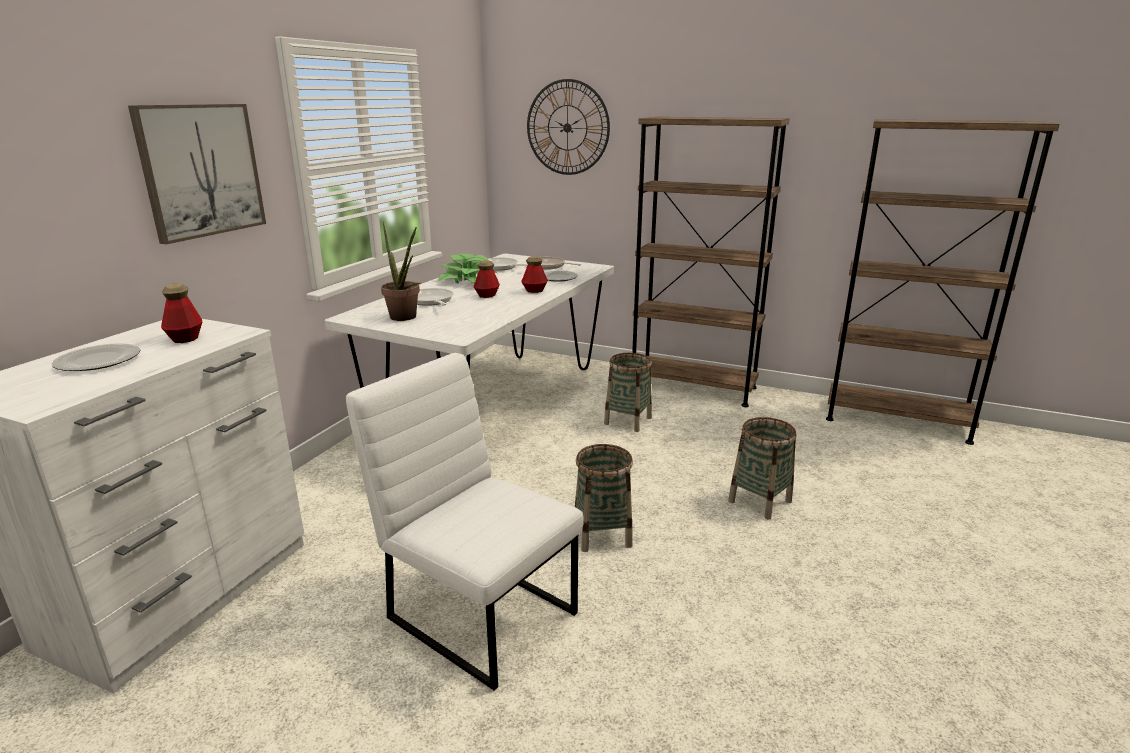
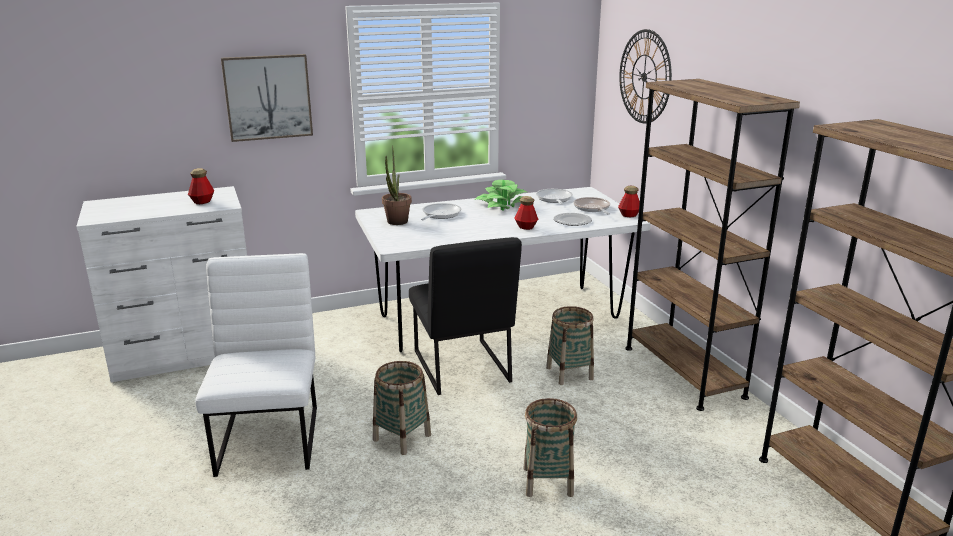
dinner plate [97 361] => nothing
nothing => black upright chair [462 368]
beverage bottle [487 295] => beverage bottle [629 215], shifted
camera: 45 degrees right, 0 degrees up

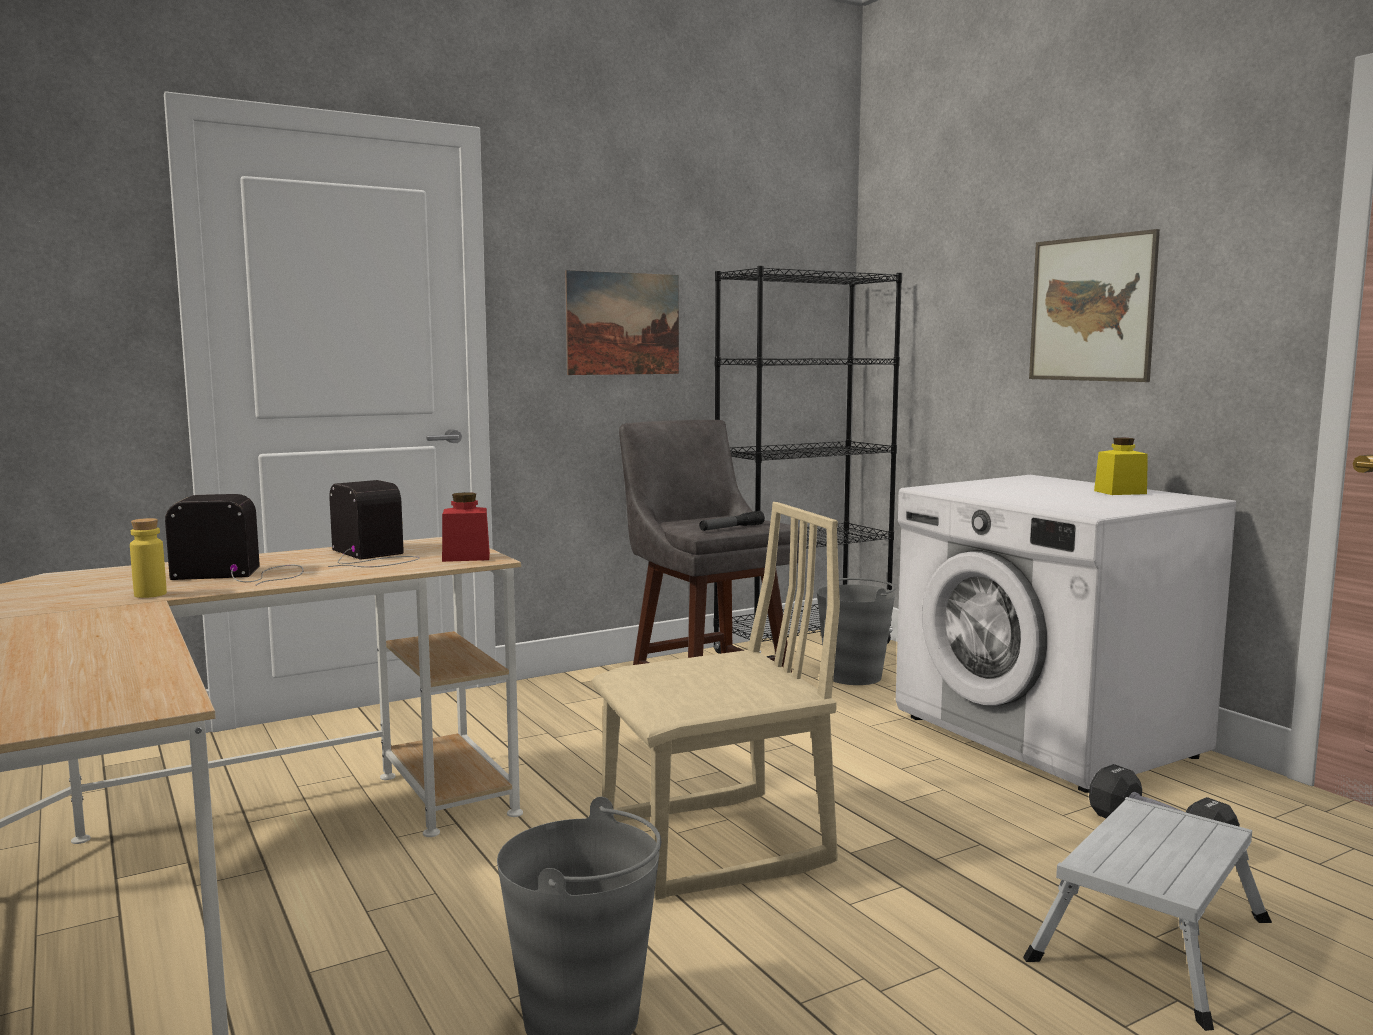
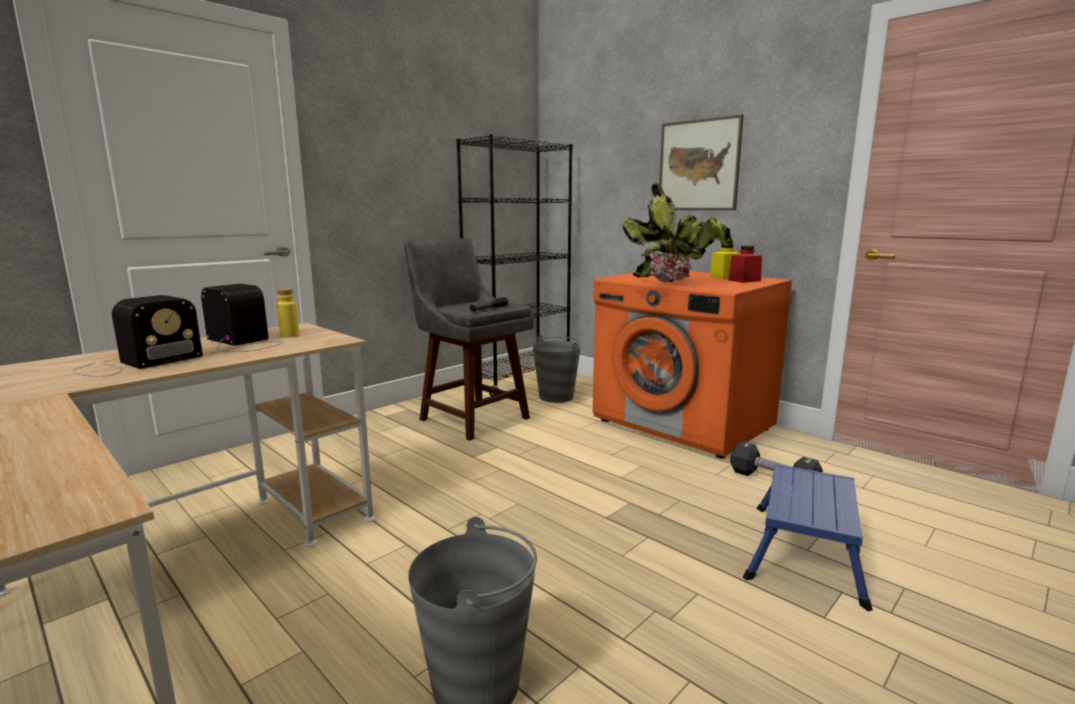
wall art [623 324] => nothing
beige upright chair [715 845] => nothing
nothing => potted plant [675 282]
yellow-coloured beverage bottle [150 594] => yellow-coloured beverage bottle [289 335], shifted
reddish storage jar [466 557] => reddish storage jar [744 280], shifted
white-coloured laundry machine [1045 738] => orange-coloured laundry machine [682 426]
white-coloured stepladder [1151 939] => blue-coloured stepladder [806 551]
radio [243 573] => radio [135 363], 150 degrees clockwise
camera: 15 degrees left, 5 degrees up

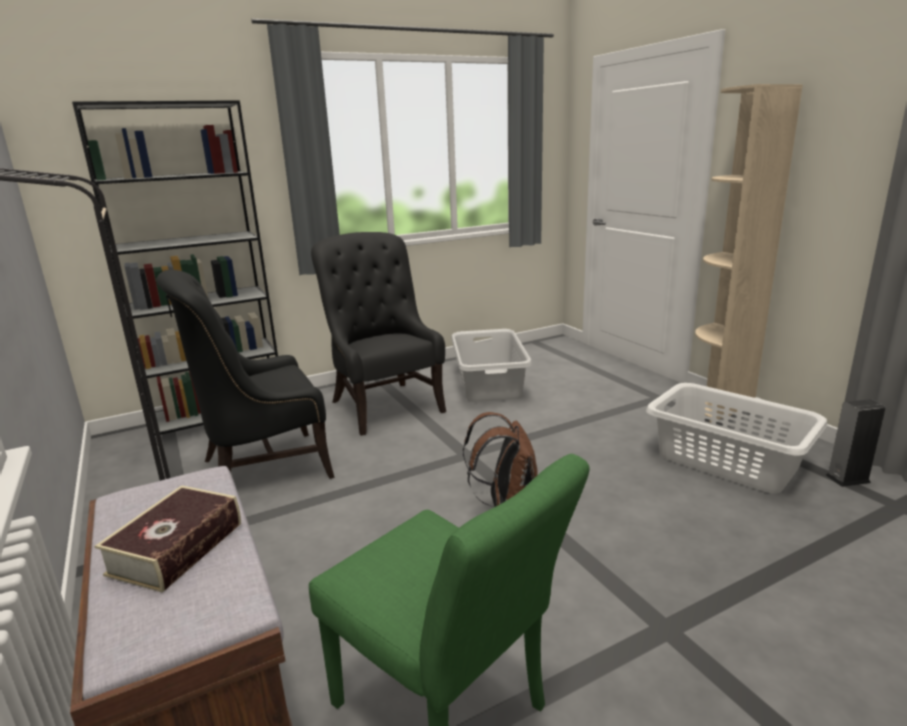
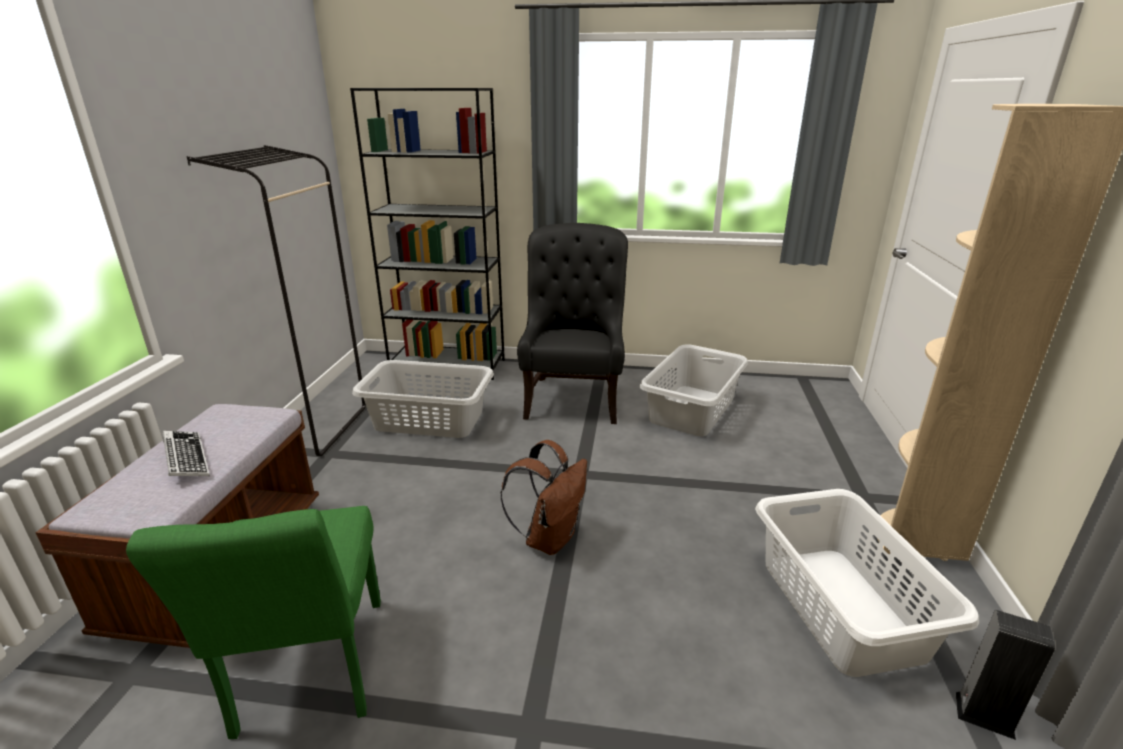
volume [177 548] => keyboard [186 459]
black upright chair [264 468] => greyish laundry basket [429 419]
camera: 35 degrees right, 5 degrees up

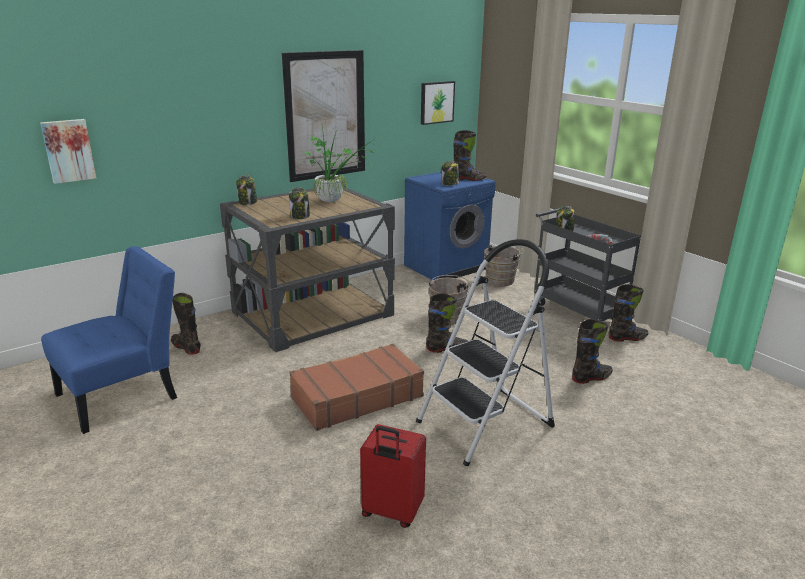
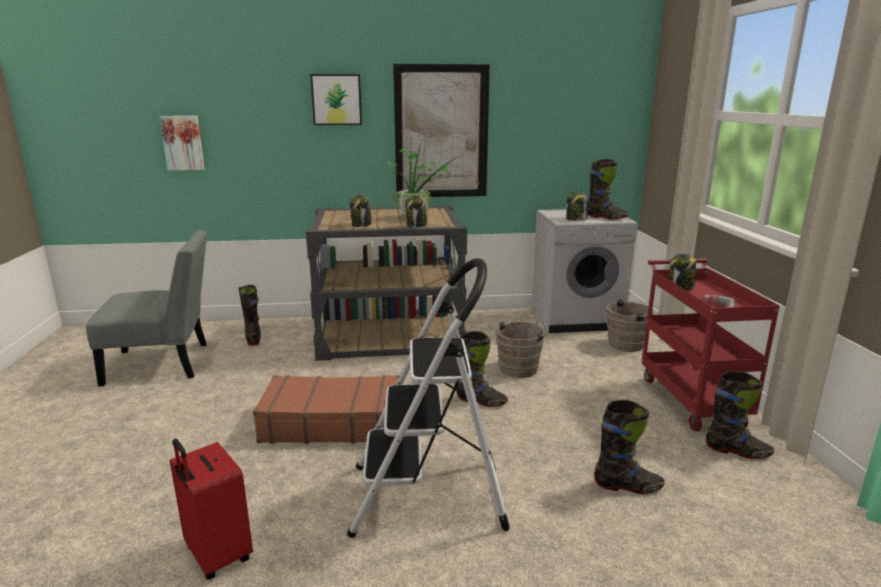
storage jar [248 202] => storage jar [416 225], shifted
wall art [436 102] => wall art [336 99], shifted
blue-coloured upright chair [124 394] => greyish upright chair [164 364]
blue-coloured laundry machine [447 267] => white-coloured laundry machine [576 320]
greyish trolley [575 313] => reddish trolley [689 401]
camera: 30 degrees right, 5 degrees down

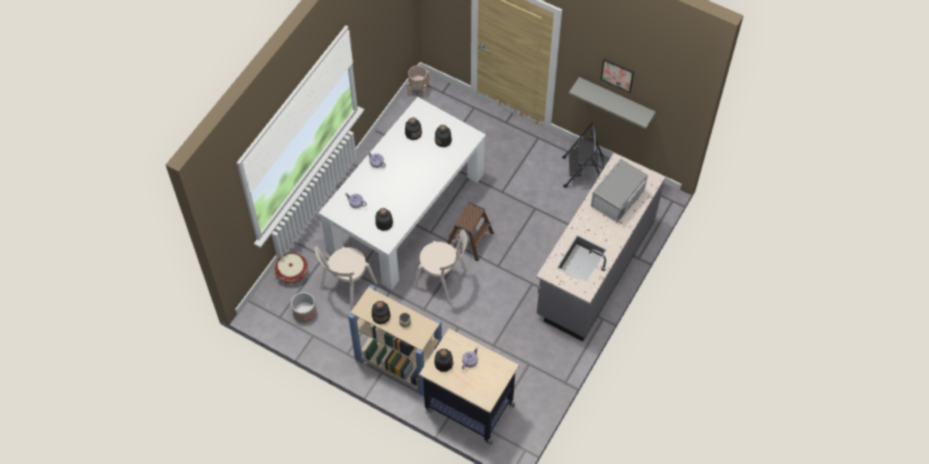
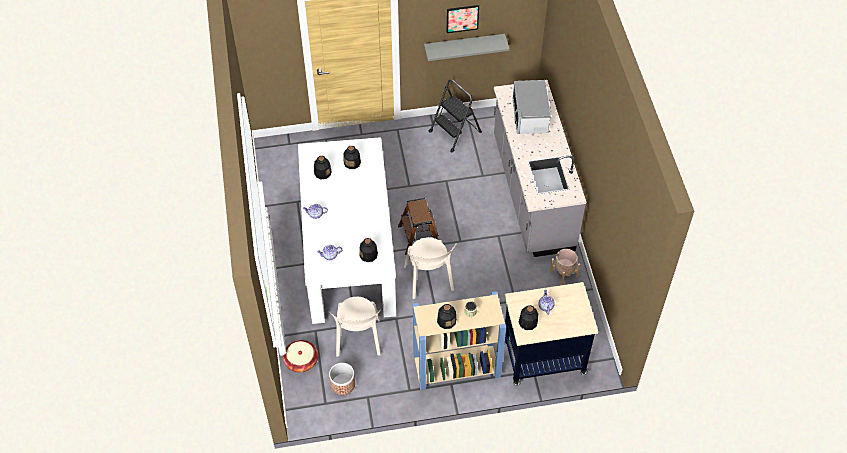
beige plant pot [418 89] => beige plant pot [563 274], shifted
beige upright chair [443 280] => beige upright chair [429 280], 90 degrees clockwise
camera: 40 degrees left, 5 degrees down

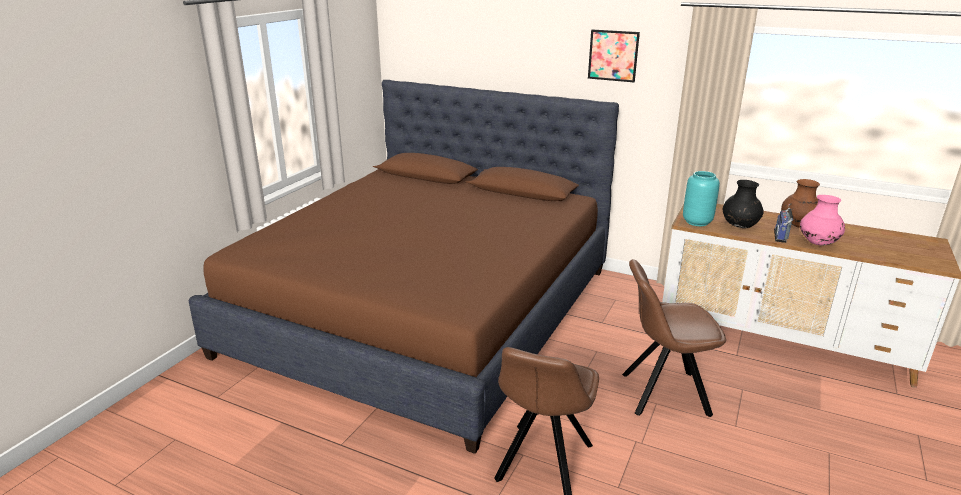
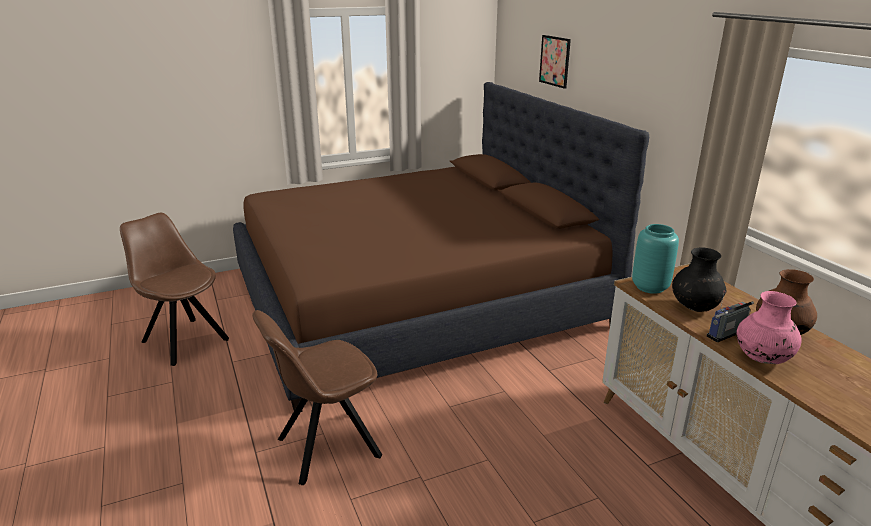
wall art [613 55] => wall art [555 61], shifted
brownish upright chair [664 393] => brownish upright chair [184 340], shifted
camera: 40 degrees right, 0 degrees up

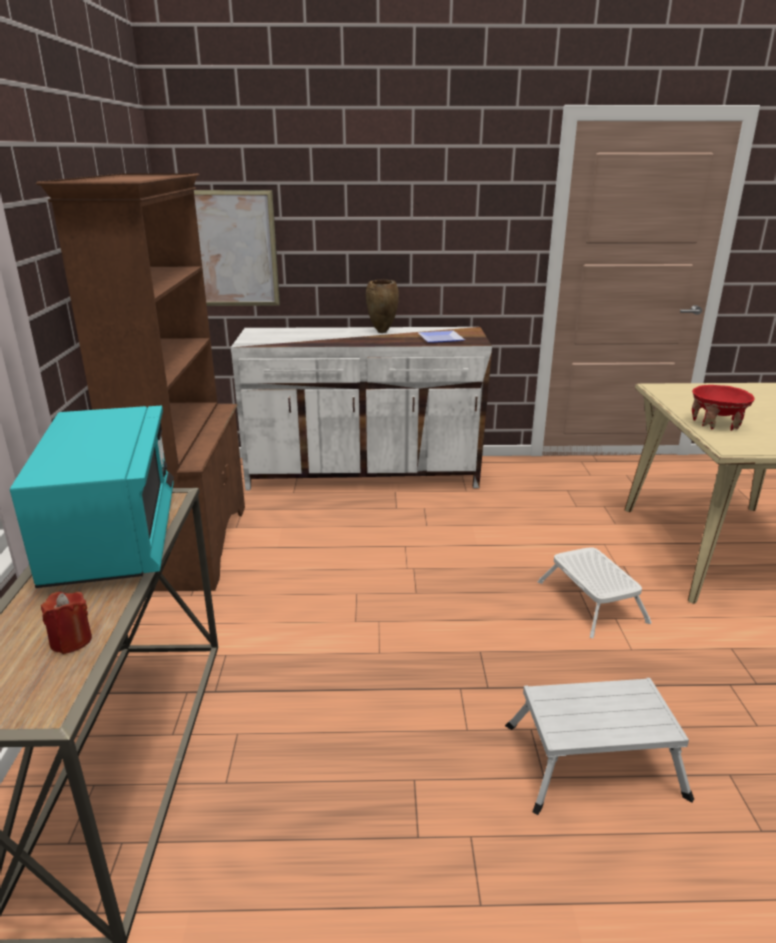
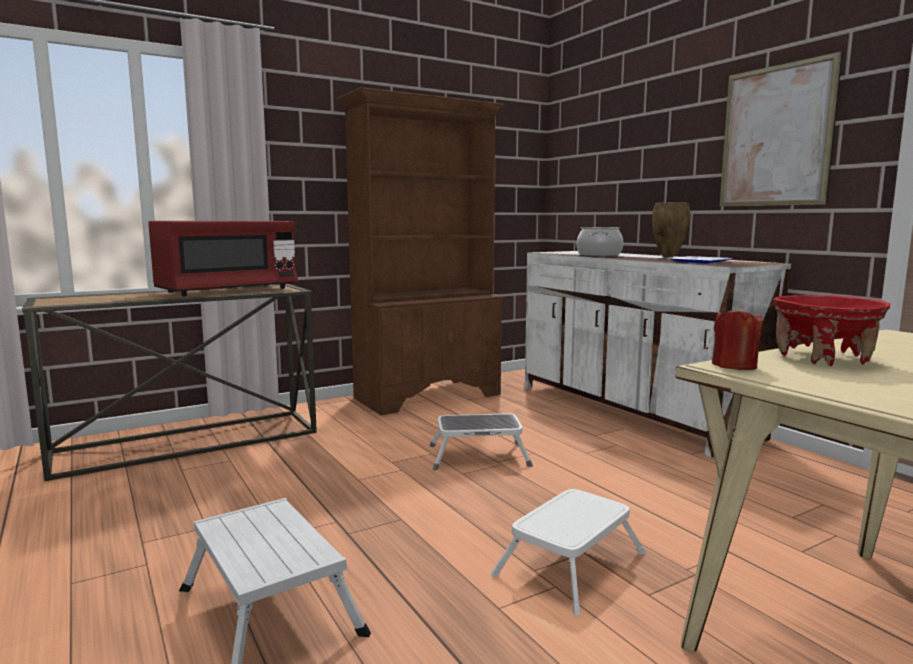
nothing => greyish stepladder [479 456]
nothing => stockpot [598 255]
reddish wax light [71 641] => reddish wax light [734 365], shifted
wall art [229 249] => wall art [775 136], shifted
blue-green microwave oven [114 538] => reddish microwave oven [227 291]
camera: 60 degrees right, 15 degrees down

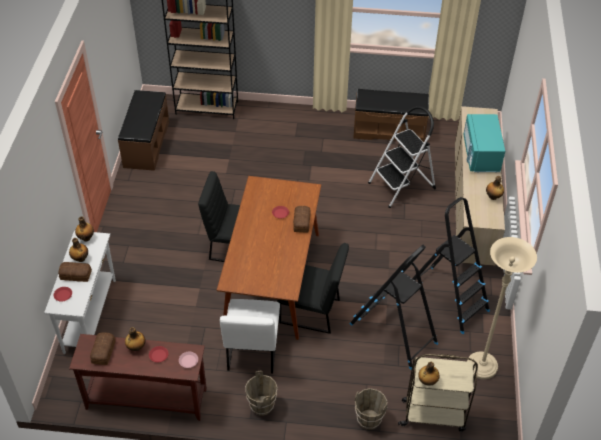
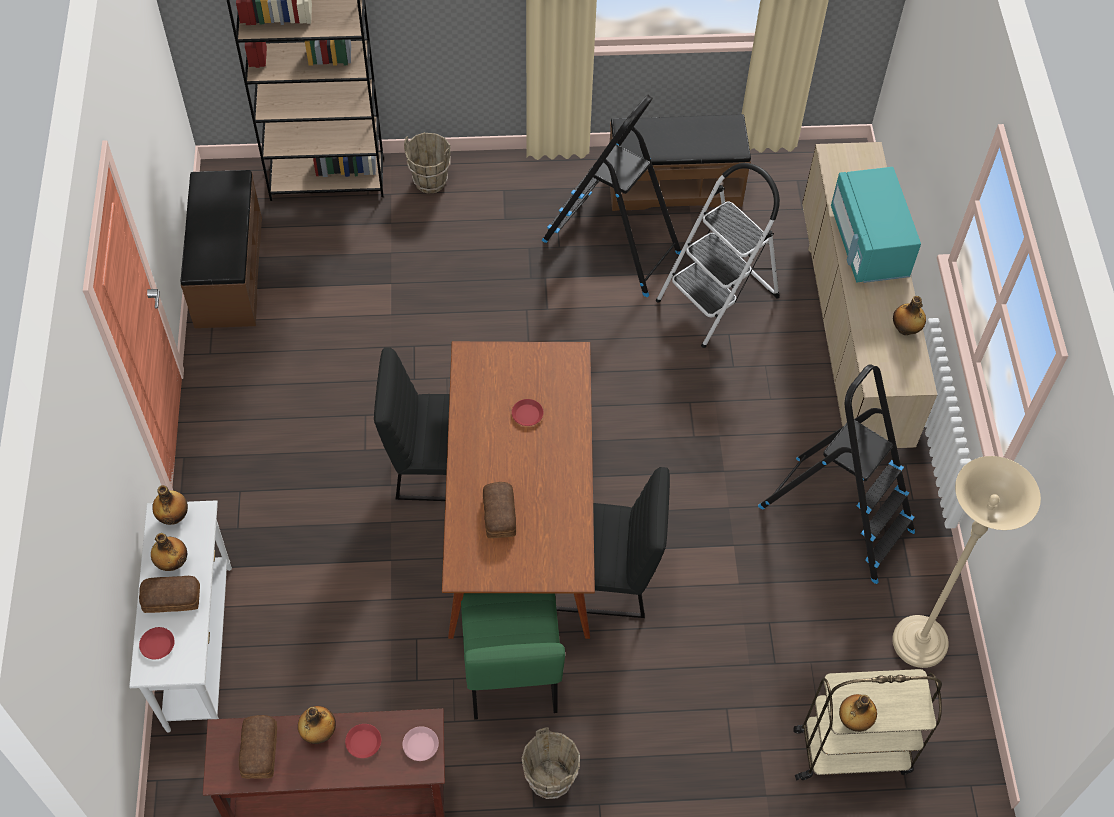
baked bread [301 222] => baked bread [498 515], shifted
black stepladder [392 333] => black stepladder [610 246], shifted
brownish water bucket [369 420] => brownish water bucket [430 181], shifted
white-coloured upright chair [252 351] => greenish upright chair [511 673]
camera: 10 degrees left, 10 degrees up

